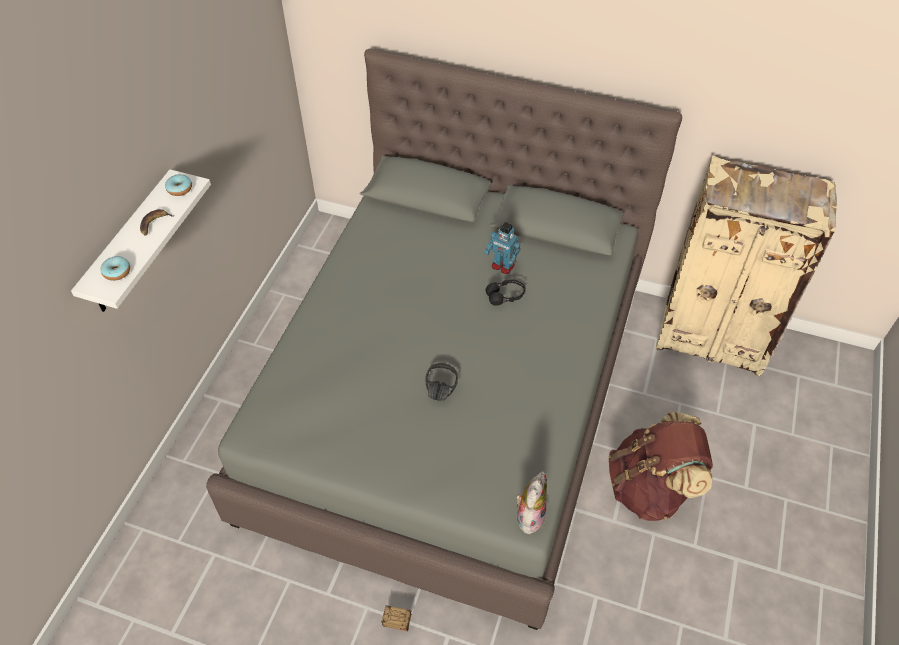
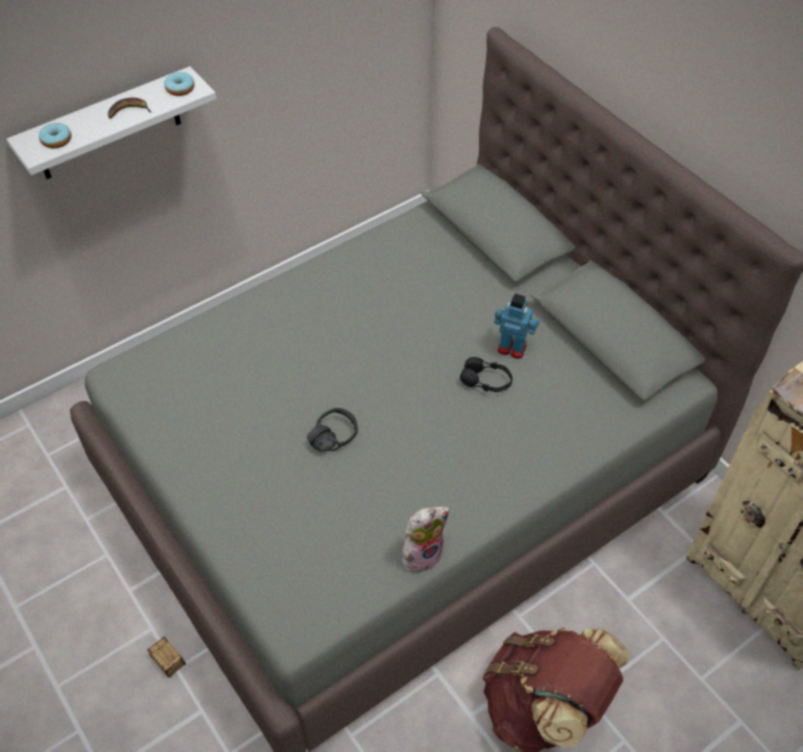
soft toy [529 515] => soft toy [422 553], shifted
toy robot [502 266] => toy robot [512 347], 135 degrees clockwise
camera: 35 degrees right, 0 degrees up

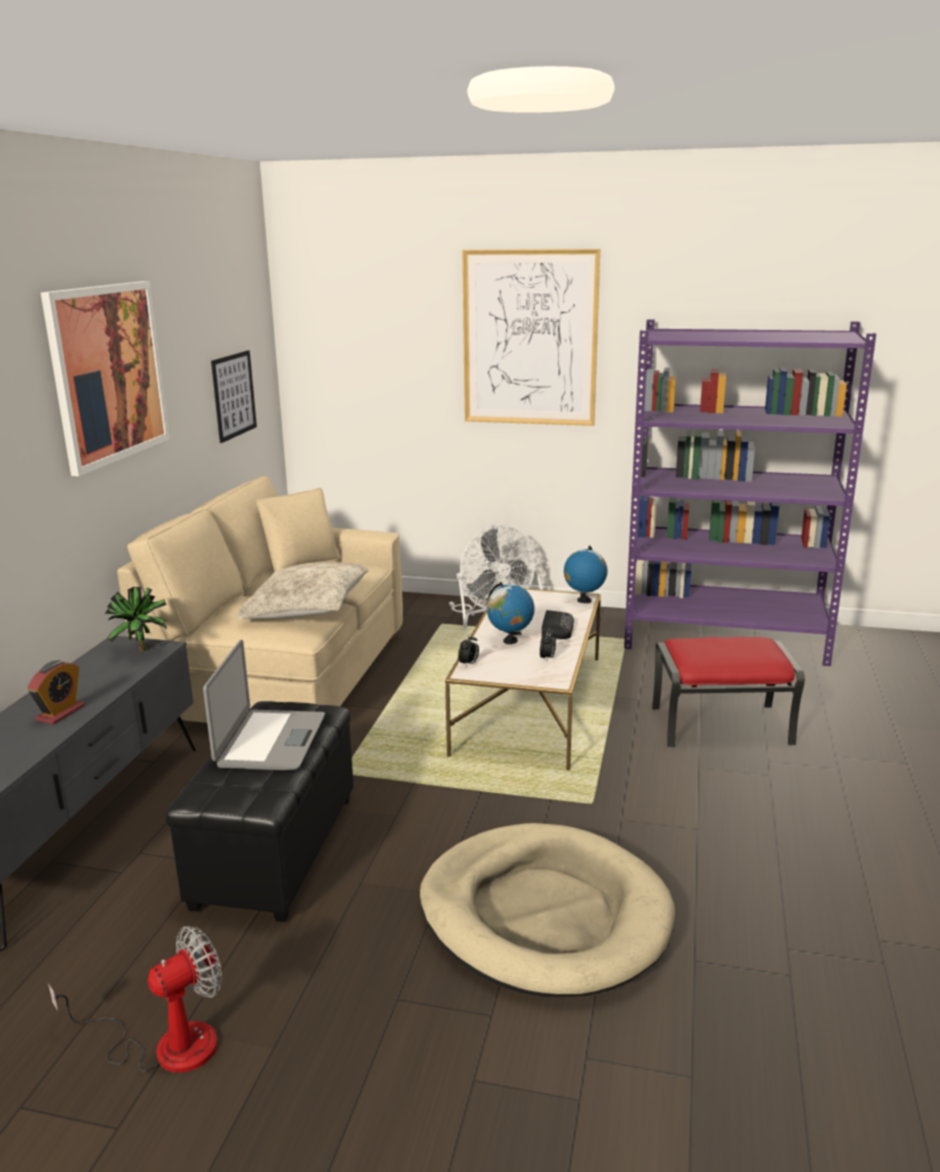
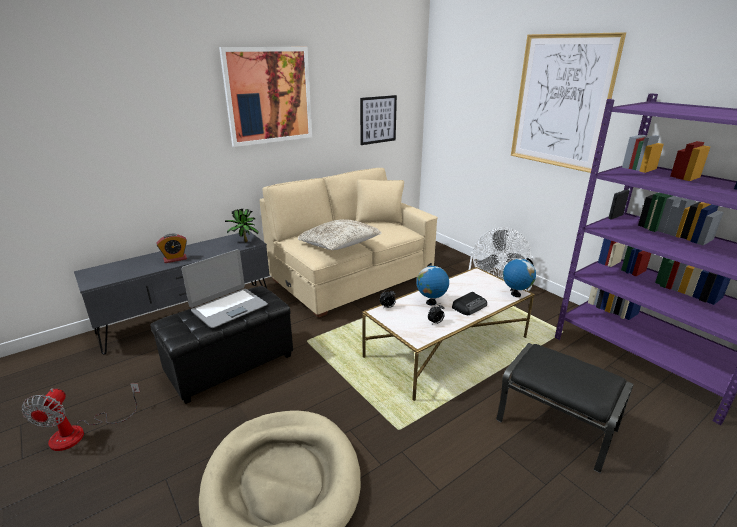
reddish pouffe [721 725] => black pouffe [557 425]
cooling fan [165 1045] => cooling fan [80 433], 90 degrees clockwise
camera: 40 degrees right, 5 degrees up

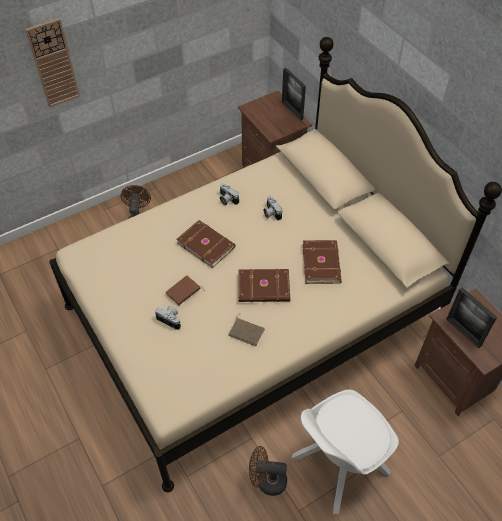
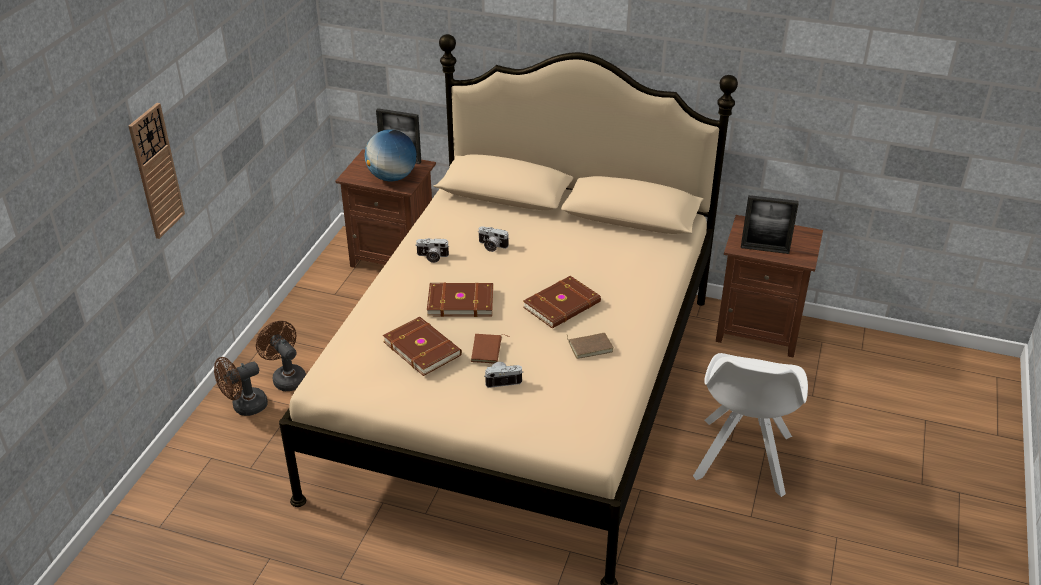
nothing => desk globe [392 177]
brownish cooling fan [267 481] => brownish cooling fan [244 407], shifted
brownish volume [322 263] => brownish volume [423 347], shifted
camera: 40 degrees left, 15 degrees down

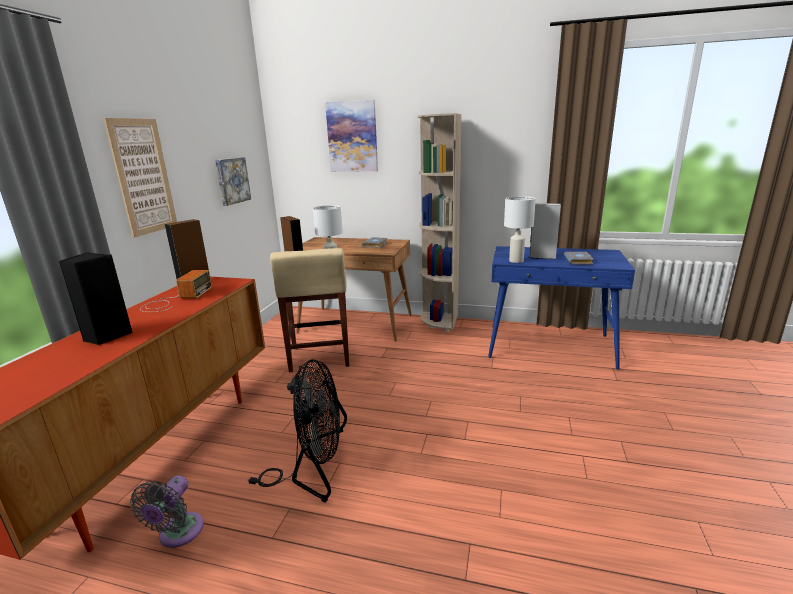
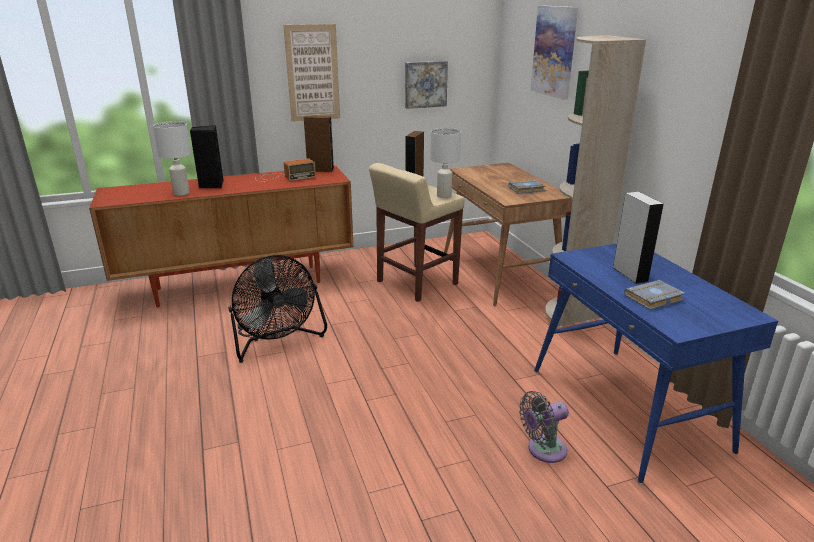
greyish cooling fan [178 534] => greyish cooling fan [543 450], shifted
white-coloured table lamp [516 261] => white-coloured table lamp [181 193], shifted
camera: 55 degrees right, 5 degrees up

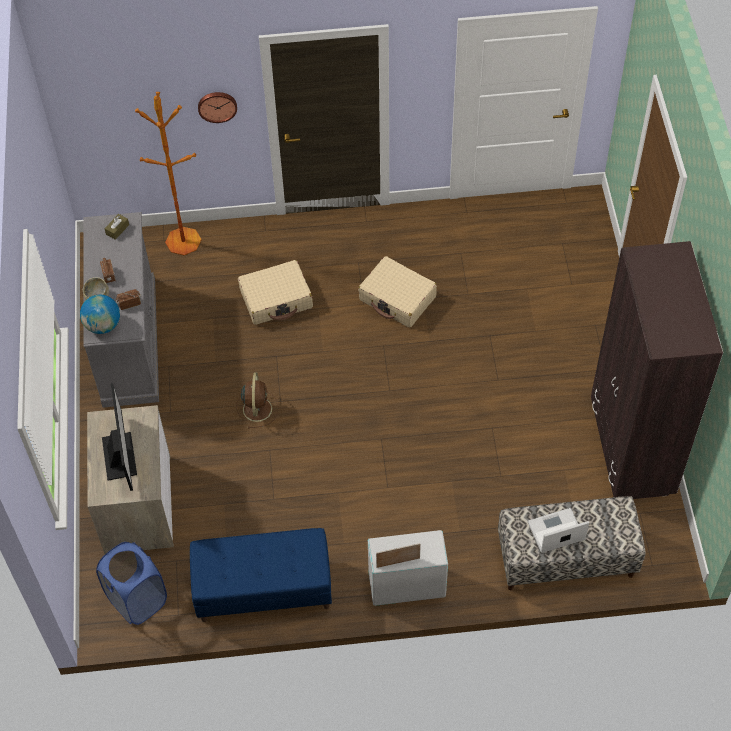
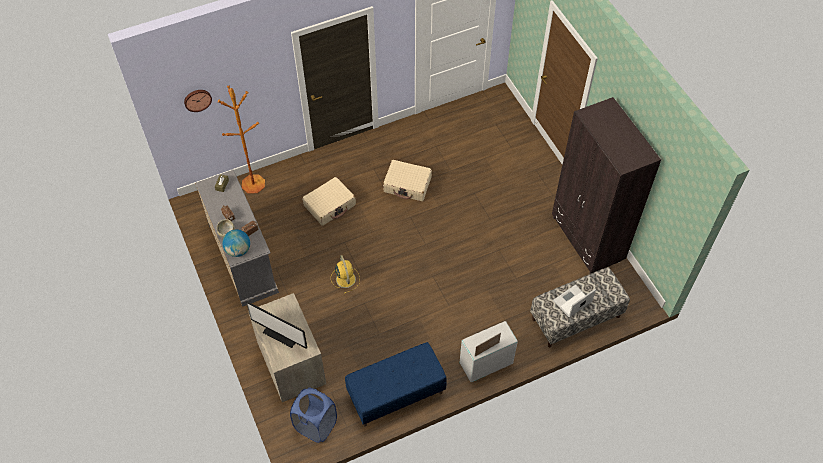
clock on the wall [217 106] => clock on the wall [197 99], shifted
brownish cooling fan [257 408] => yellow-coloured cooling fan [345 278]
computer screen [120 456] => computer screen [282 333], 150 degrees clockwise
camera: 20 degrees left, 0 degrees up

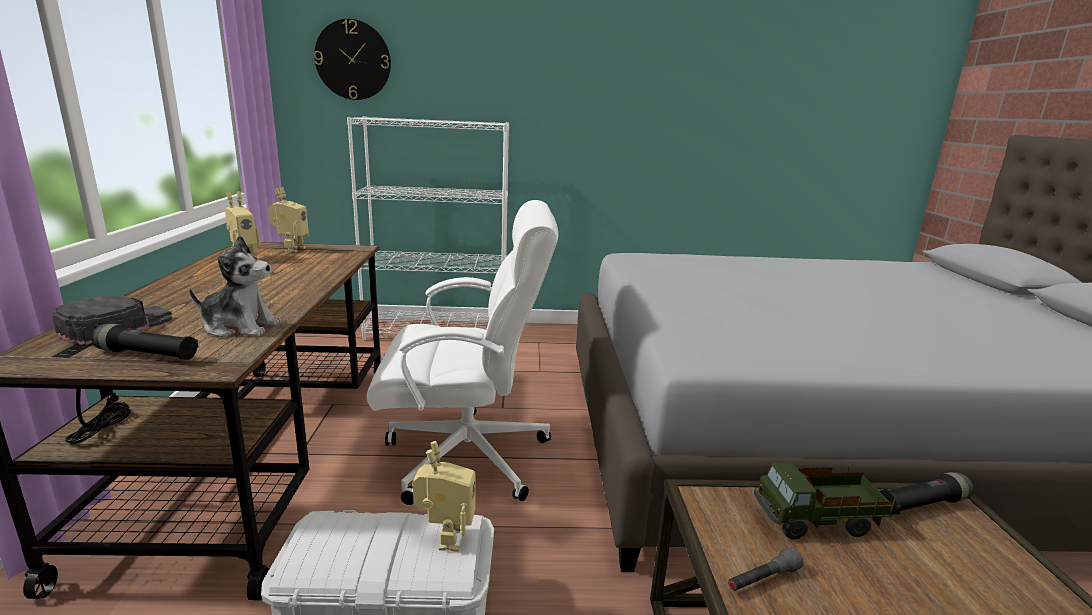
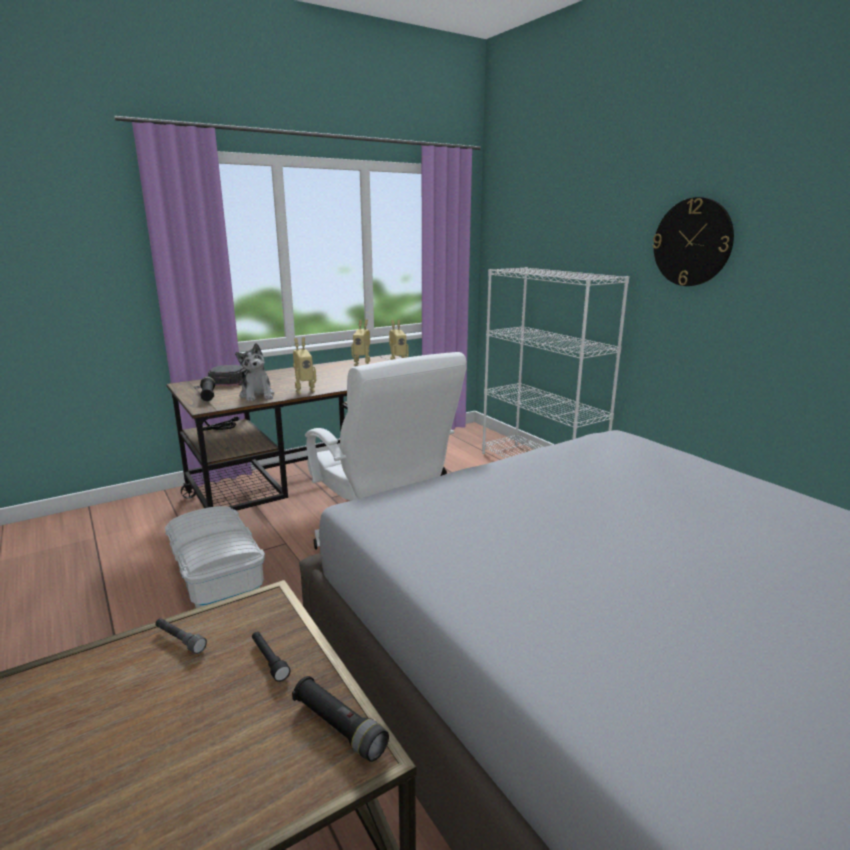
clock on the wall [353 60] => clock on the wall [692 242], shifted
toy robot [445 538] => toy robot [304 390], shifted
model truck [817 522] => black torch [269 660]
camera: 60 degrees right, 0 degrees up

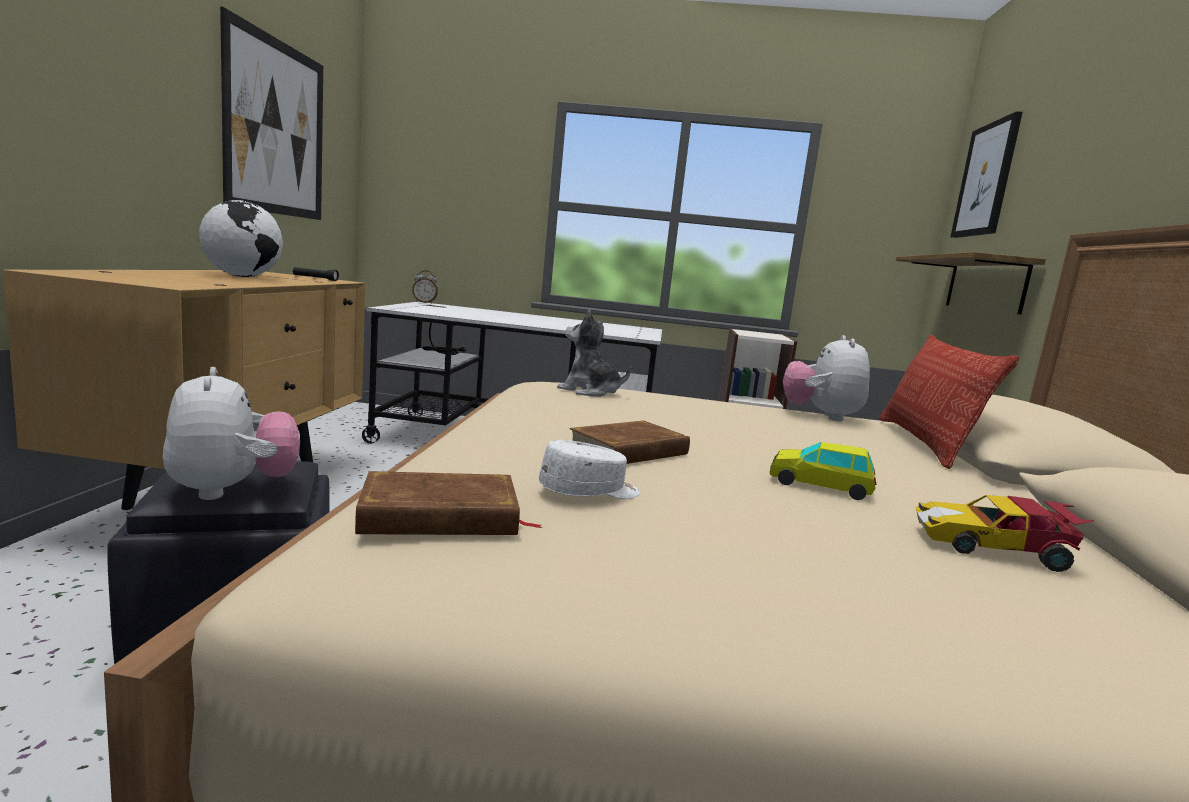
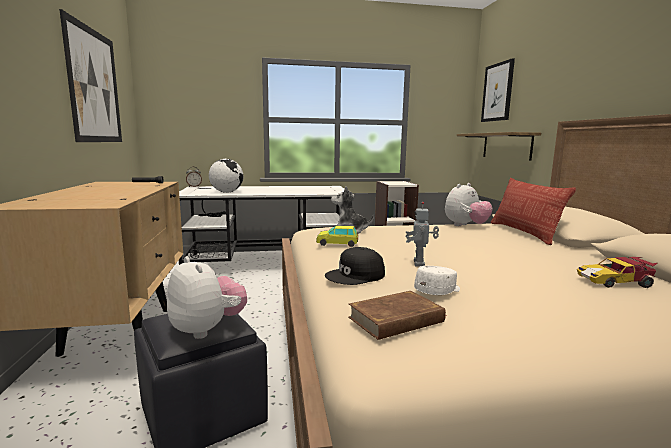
nothing => black peaked cap [356 275]
desk globe [242 276] => desk globe [226 192], shifted
miniature car [819 485] => miniature car [337 243], shifted
brownish volume [629 451] => toy robot [420 263]
soft toy [821 416] => soft toy [465 226], 120 degrees counterclockwise
camera: 15 degrees left, 0 degrees up

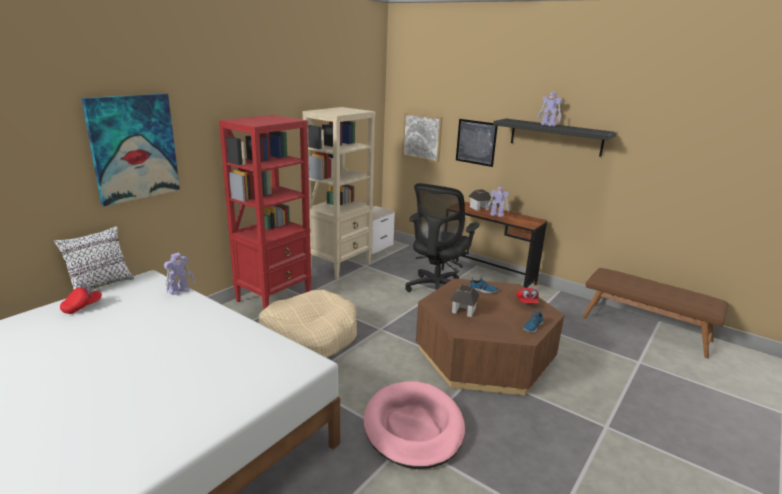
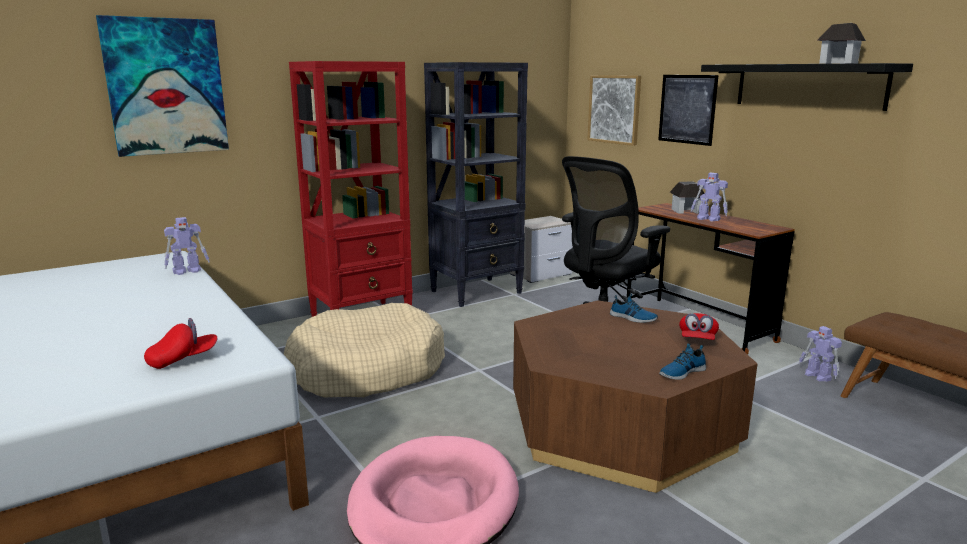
white-coloured pillow [101 286] => nothing
reddish peaked cap [82 307] => reddish peaked cap [183 359], shifted
toy house [463 310] => toy house [838 63], shifted
toy robot [548 125] => toy robot [818 376], shifted
beige bookshelf [340 266] => black bookshelf [477 292]
camera: 20 degrees right, 5 degrees down

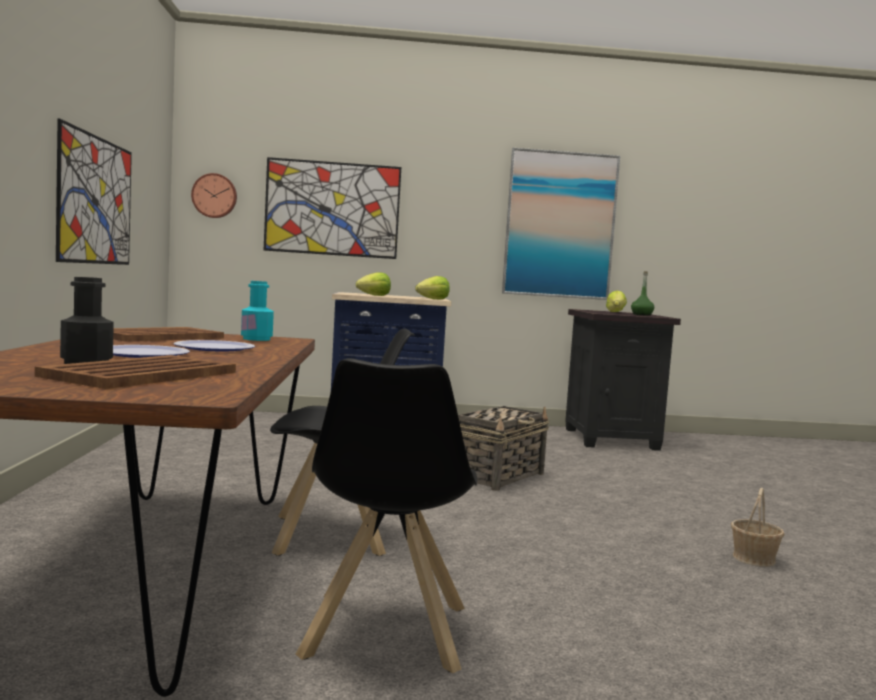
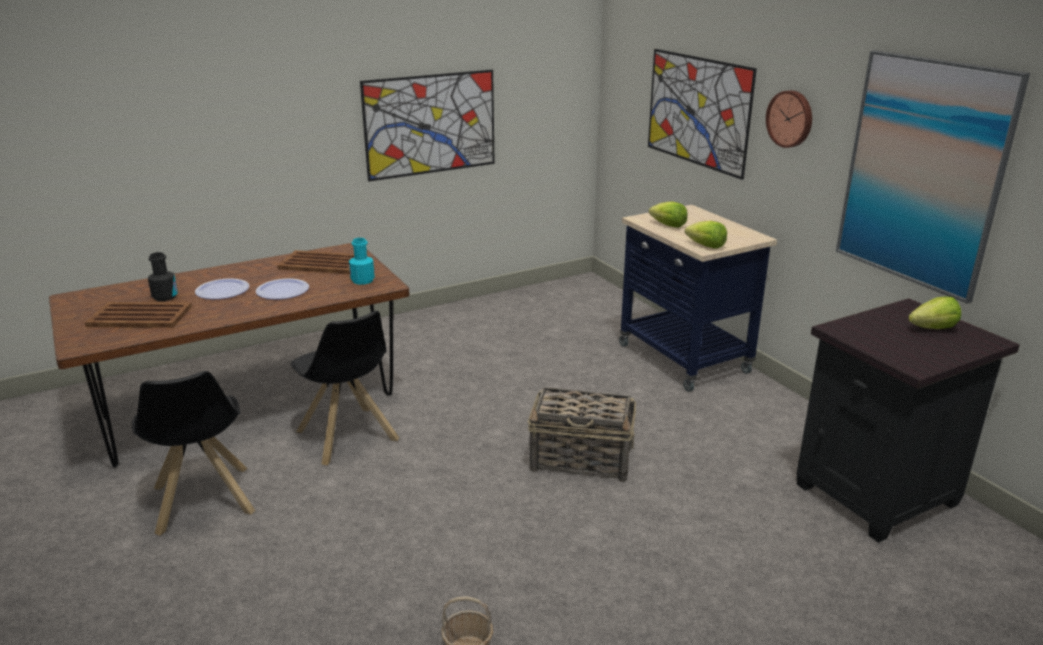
greenish beverage bottle [641 314] => nothing
clock on the wall [214 196] => clock on the wall [790 118], shifted
black upright chair [384 634] => black upright chair [203 502], 90 degrees counterclockwise
camera: 65 degrees right, 20 degrees up

